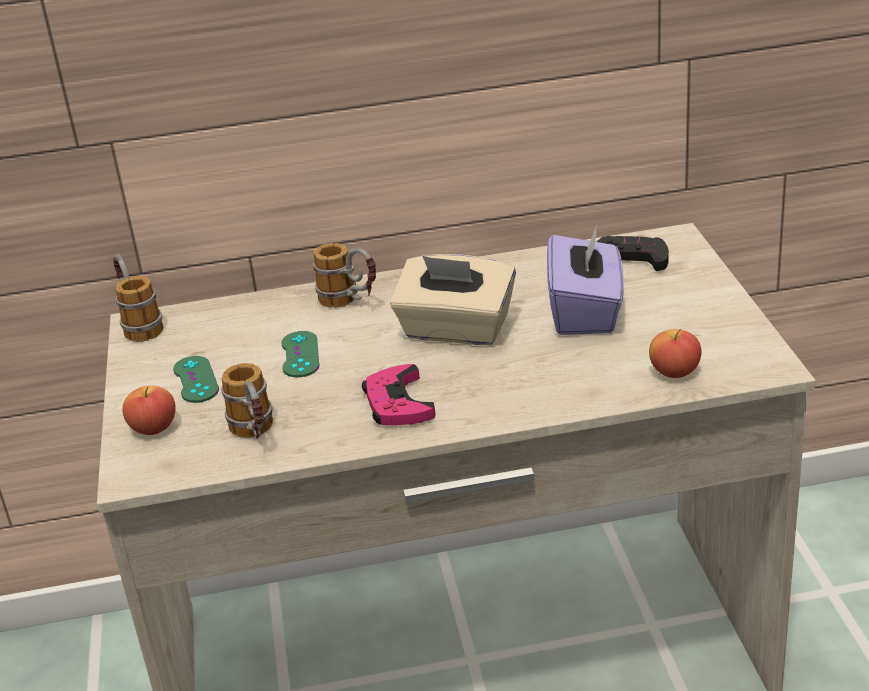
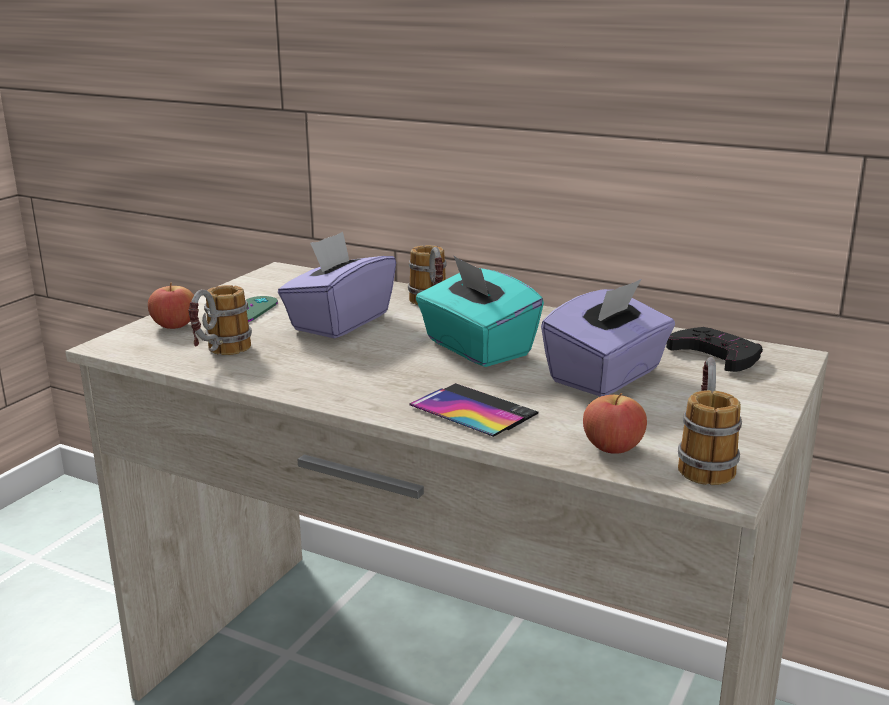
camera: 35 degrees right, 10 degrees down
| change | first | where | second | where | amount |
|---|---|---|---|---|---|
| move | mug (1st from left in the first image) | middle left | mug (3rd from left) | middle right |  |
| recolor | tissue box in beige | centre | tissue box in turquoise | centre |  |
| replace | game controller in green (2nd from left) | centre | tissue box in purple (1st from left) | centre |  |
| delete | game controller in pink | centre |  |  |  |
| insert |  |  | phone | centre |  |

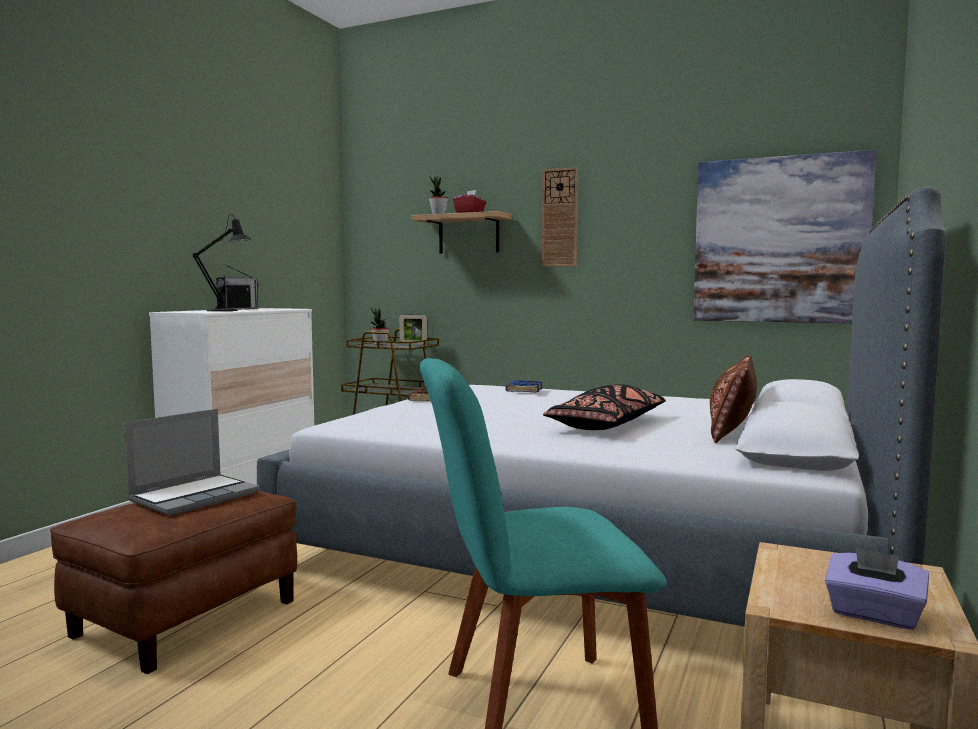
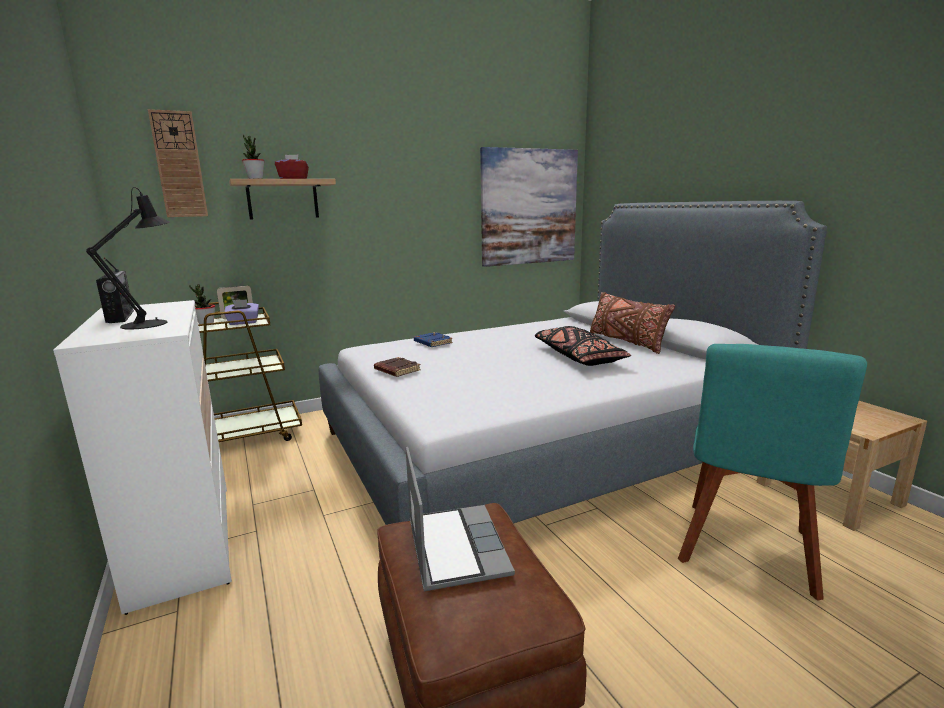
camera: 50 degrees left, 10 degrees up
| change | first | where | second | where | amount |
|---|---|---|---|---|---|
| move | wall clock | top centre |  | top left |  |
| move | tissue box in purple | bottom right |  | middle left |  |

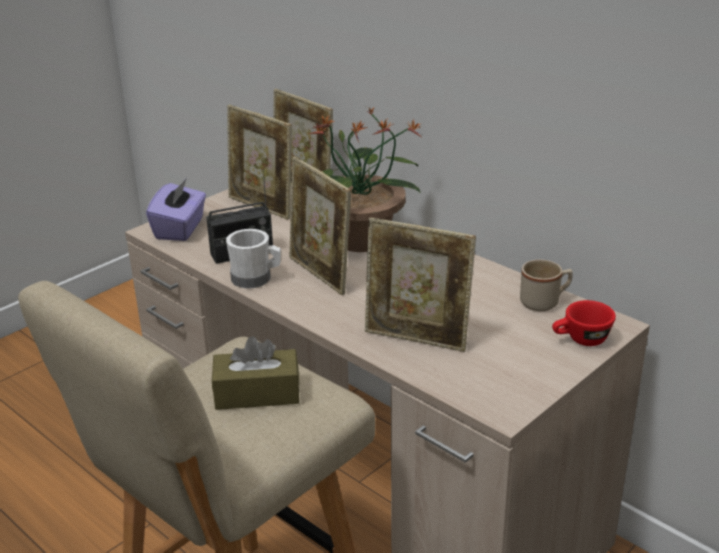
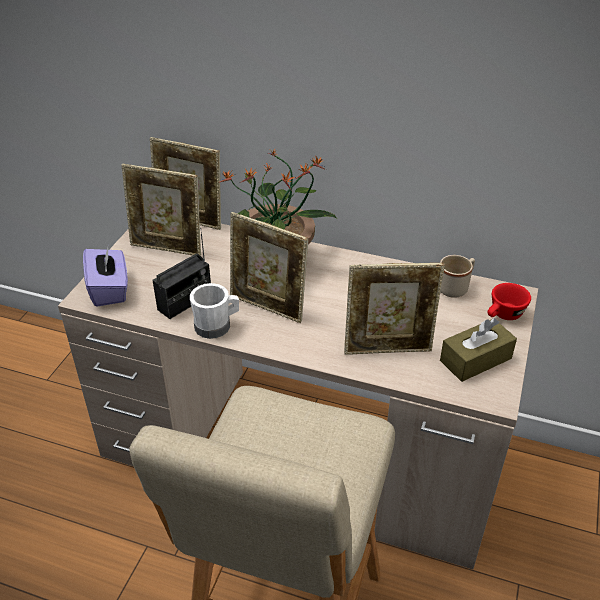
camera: 25 degrees left, 10 degrees up
| change | first | where | second | where | amount |
|---|---|---|---|---|---|
| move | tissue box in brown | bottom centre |  | middle right |  |

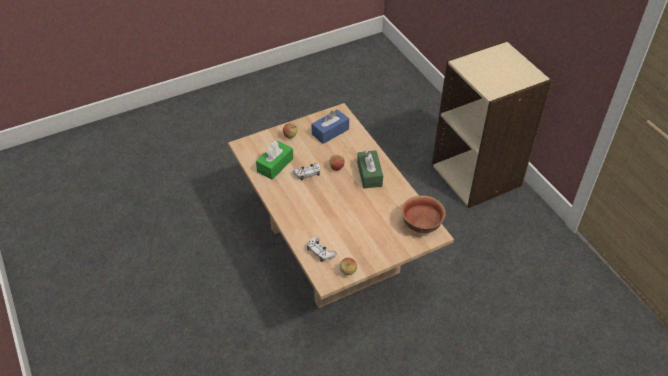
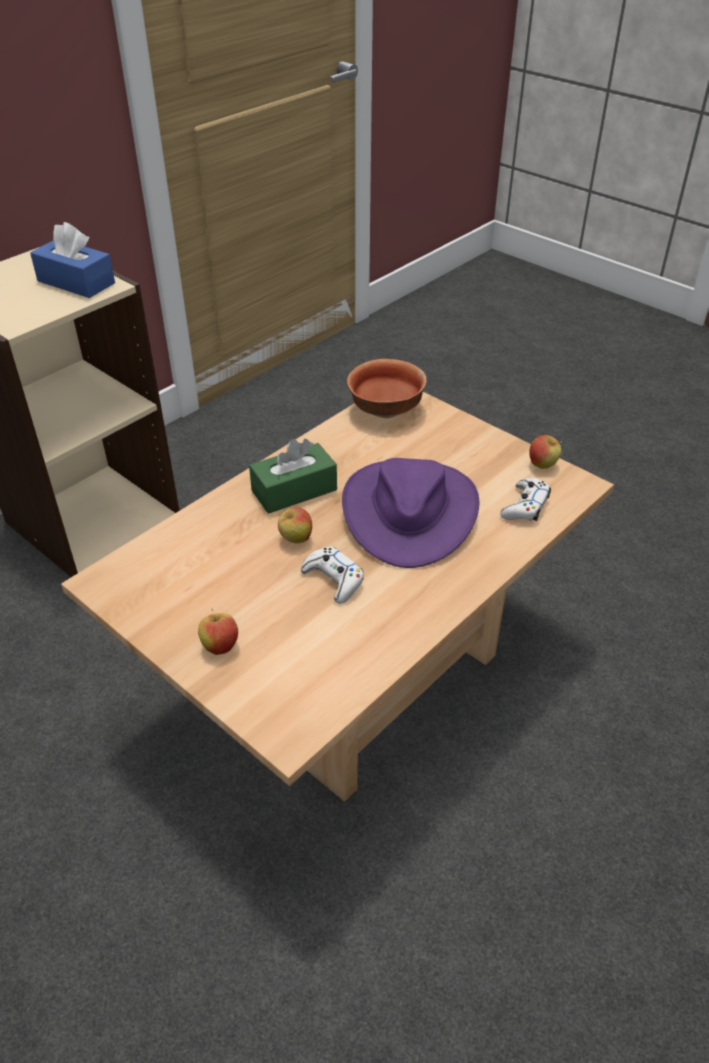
camera: 110 degrees left, 5 degrees down
| change | first | where | second | where | amount |
|---|---|---|---|---|---|
| move | tissue box in blue | centre |  | top left |  |
| delete | tissue box in green (1st from left) | centre |  |  |  |
| insert |  |  | hat in purple | centre |  |

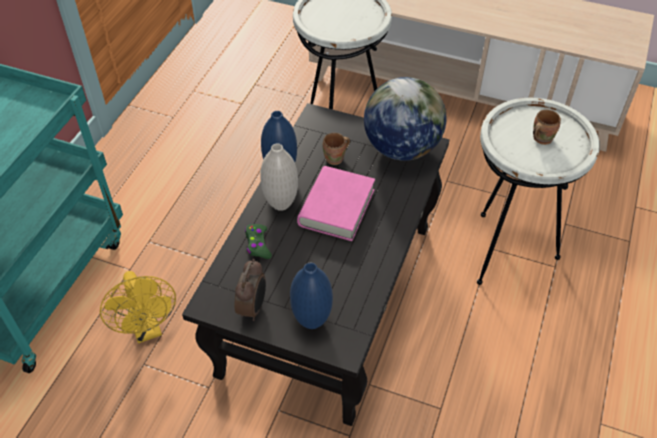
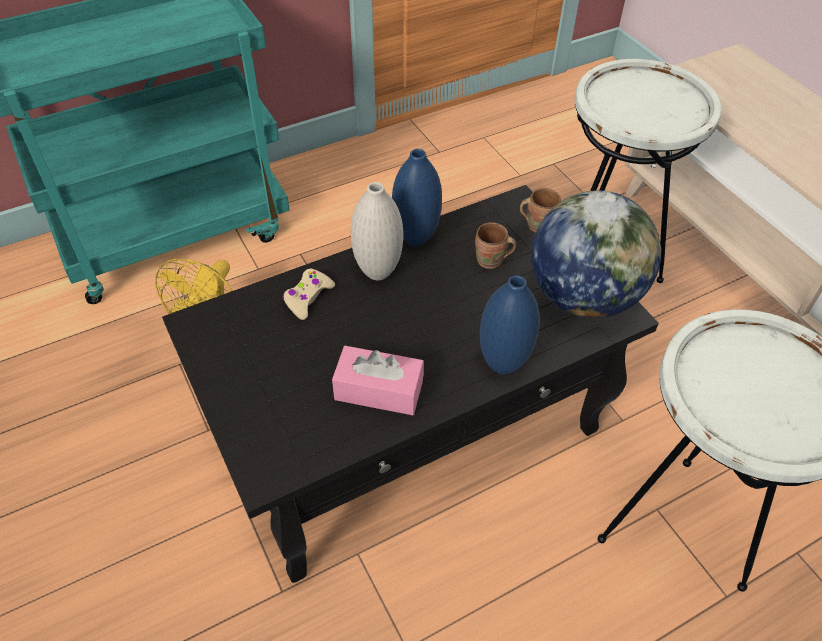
camera: 40 degrees right, 0 degrees up
| change | first | where | second | where | amount |
|---|---|---|---|---|---|
| move | mug in brown (2nd from left) | top right |  | top centre |  |
| delete | book in pink | centre |  |  |  |
| recolor | game controller in green | centre | game controller in beige | centre |  |
| delete | alarm clock | centre |  |  |  |
| move | vase in blue (2nd from left) | bottom centre |  | centre |  |
| insert |  |  | tissue box in pink | centre |  |

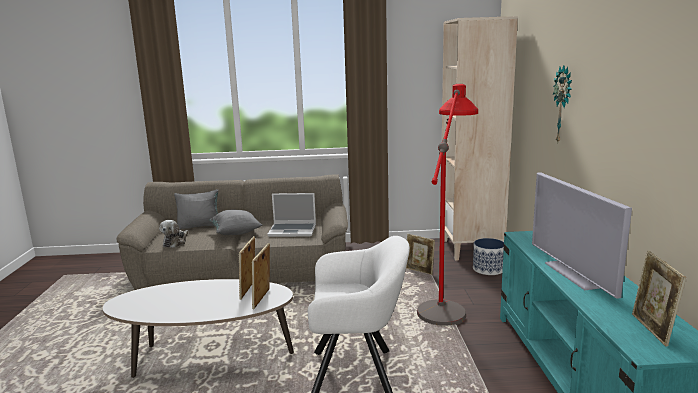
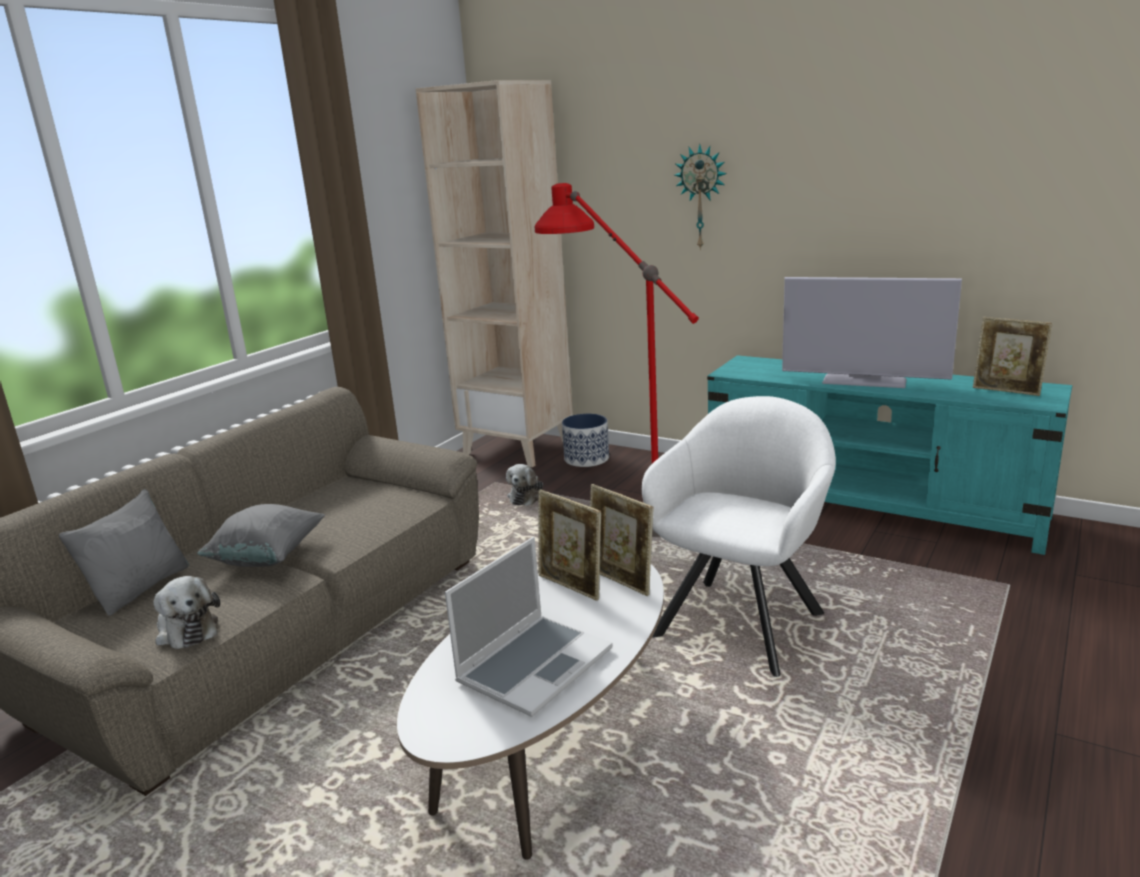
camera: 55 degrees left, 5 degrees up
| change | first | where | second | where | amount |
|---|---|---|---|---|---|
| move | laptop | centre |  | bottom centre |  |
| replace | picture frame (3rd from left) | centre | plush toy (2nd from left) | centre |  |

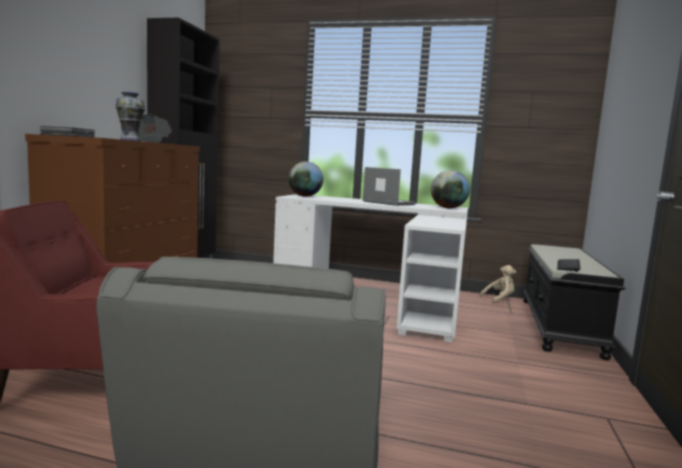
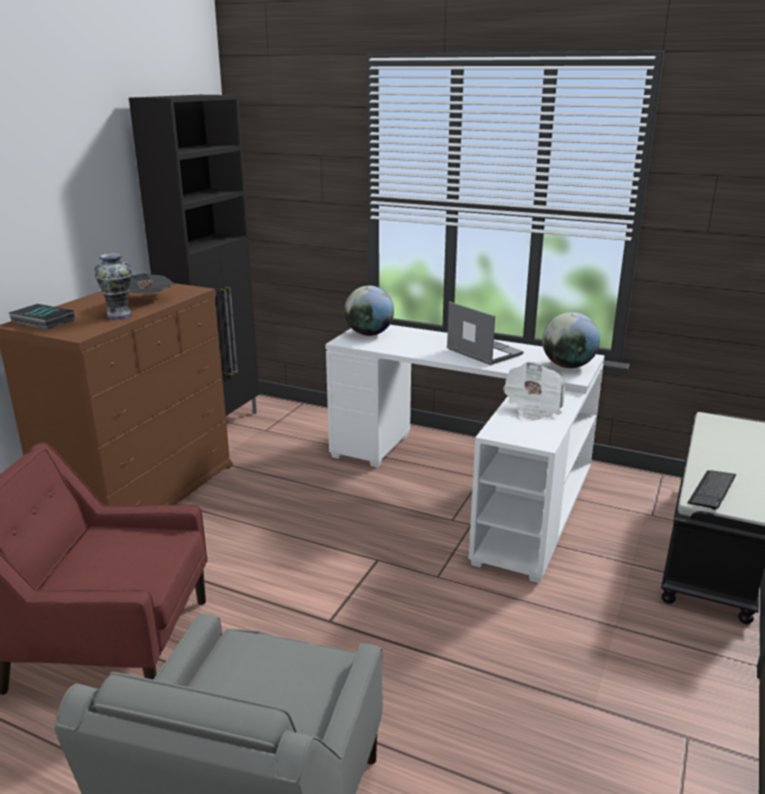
camera: 10 degrees right, 15 degrees up
| change | first | where | second | where | amount |
|---|---|---|---|---|---|
| delete | plush toy in beige | middle right |  |  |  |
| insert |  |  | newspaper (2nd from left) | middle right |  |

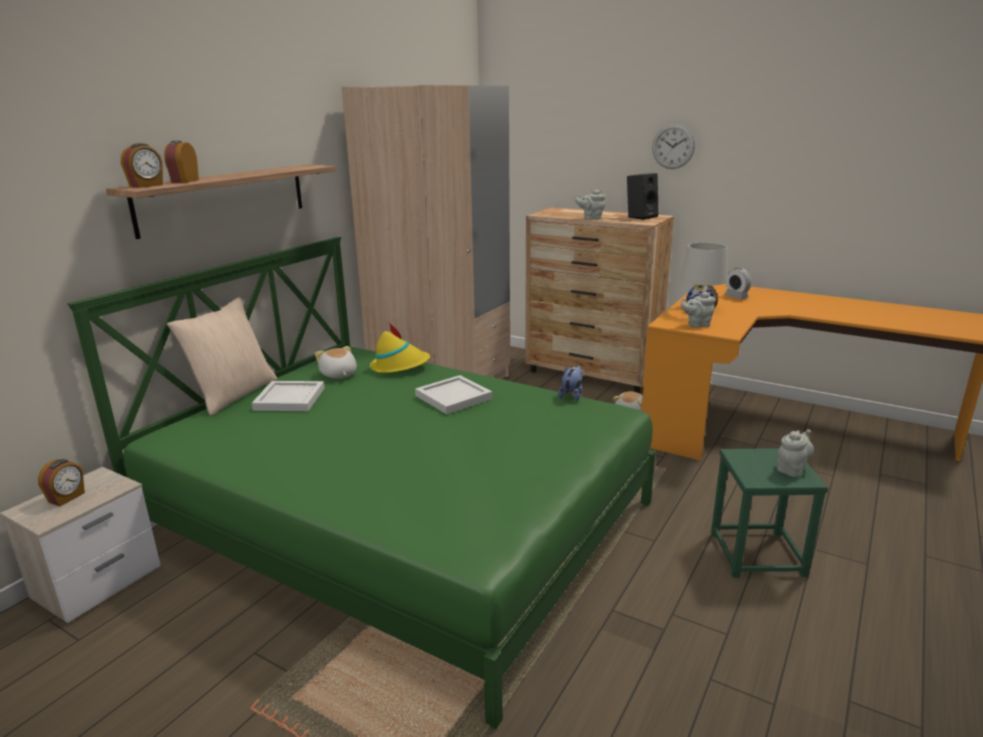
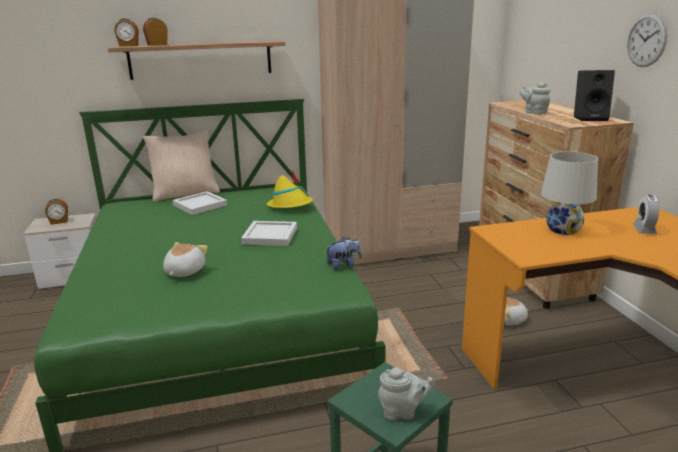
camera: 45 degrees right, 0 degrees up
| change | first | where | second | where | amount |
|---|---|---|---|---|---|
| delete | teapot in grey (2nd from left) | middle right |  |  |  |
| move | plush toy (1st from left) | centre |  | middle left |  |

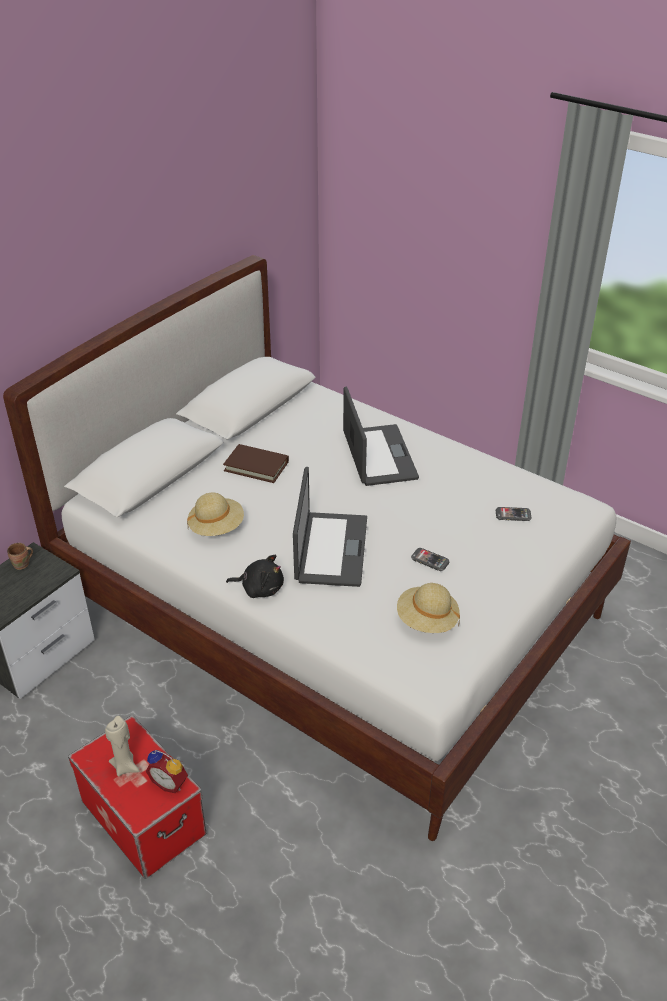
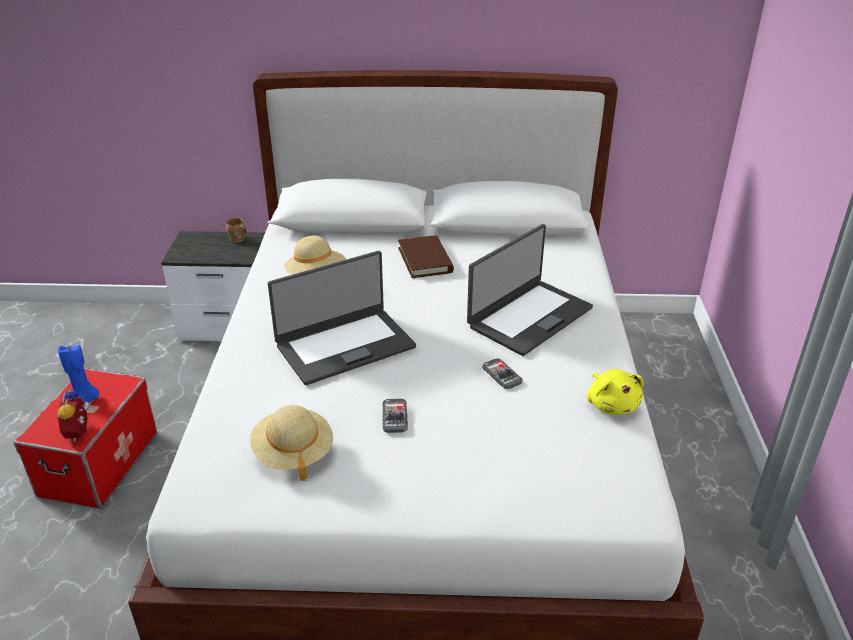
camera: 55 degrees right, 5 degrees down
| change | first | where | second | where | amount |
|---|---|---|---|---|---|
| move | phone (2nd from left) | middle right |  | centre |  |
| delete | plush toy in black | centre |  |  |  |
| recolor | candle in beige | bottom left | candle in blue | middle left |  |
| insert |  |  | plush toy in yellow | middle right |  |

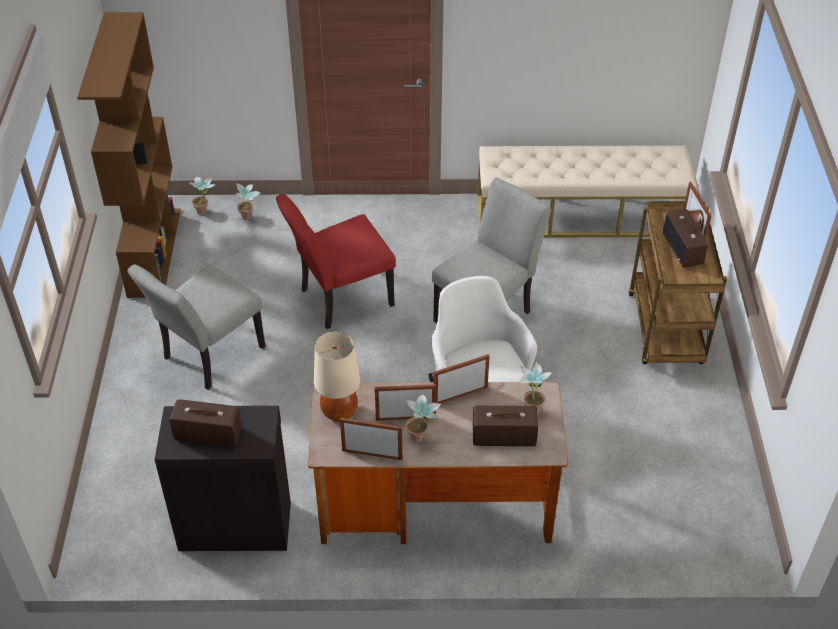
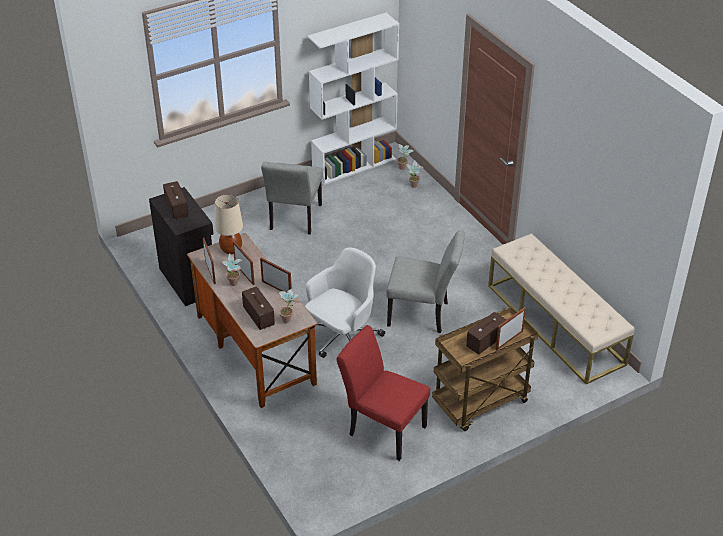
camera: 60 degrees right, 5 degrees down
| change | first | where | second | where | amount |
|---|---|---|---|---|---|
| recolor | bookcase in brown | top left | bookcase in white | top centre |  |
| move | chair in red | centre |  | bottom centre |  |
| rotate | chair in grey (1st from left) | middle left |  | centre | 90 degrees counterclockwise |

